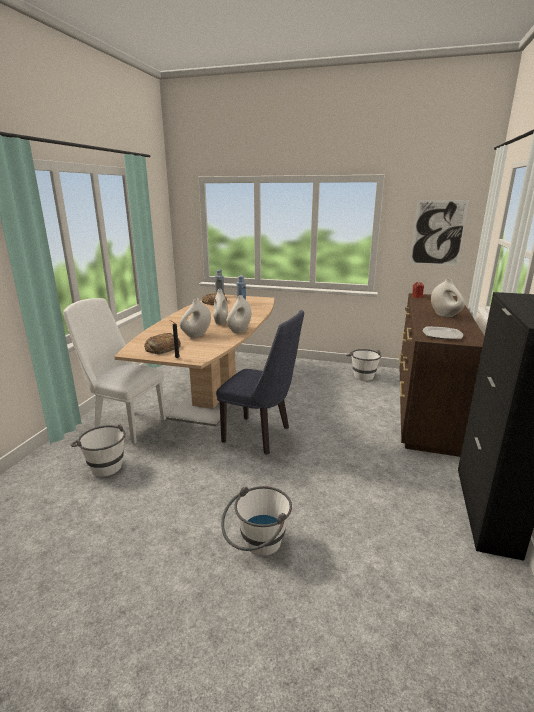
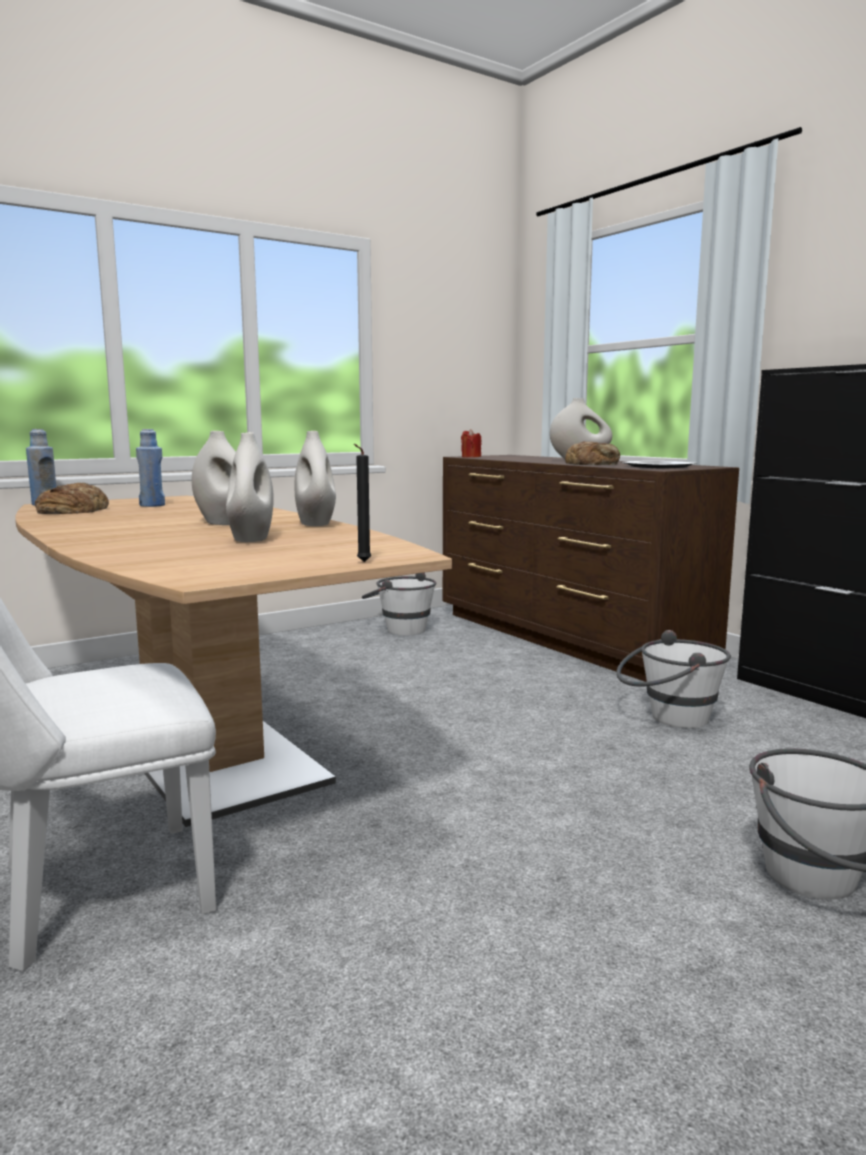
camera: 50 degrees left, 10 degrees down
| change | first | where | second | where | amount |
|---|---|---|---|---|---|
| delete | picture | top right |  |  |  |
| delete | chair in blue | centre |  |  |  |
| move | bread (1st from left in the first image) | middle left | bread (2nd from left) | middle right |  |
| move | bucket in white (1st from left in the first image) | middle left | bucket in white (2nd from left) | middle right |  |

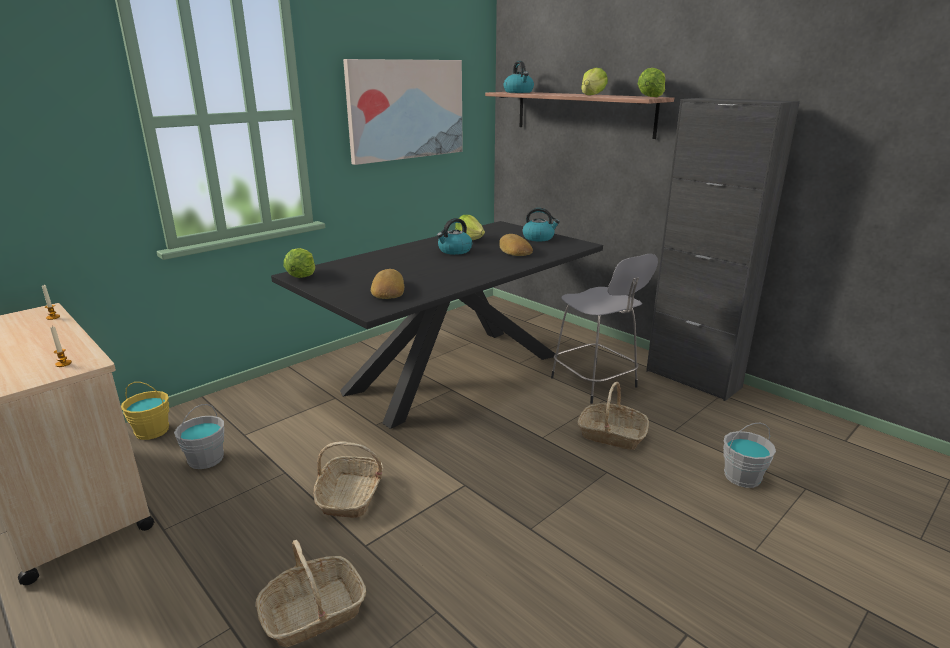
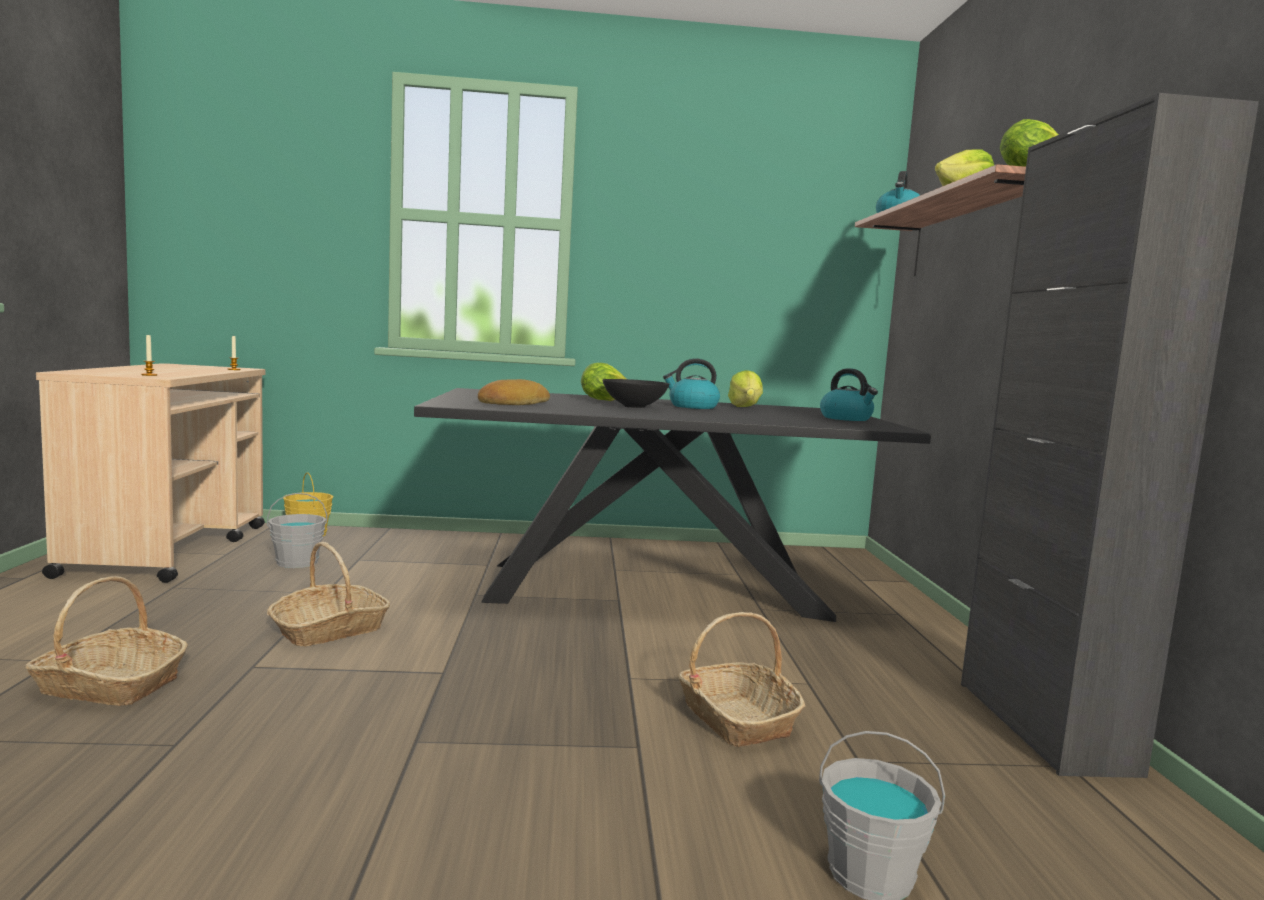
camera: 40 degrees right, 15 degrees down
| change | first | where | second | where | amount |
|---|---|---|---|---|---|
| delete | picture | top centre |  |  |  |
| delete | bread (2nd from left) | centre |  |  |  |
| move | lettuce (1st from left) | middle left |  | centre |  |
| delete | stool in grey | centre |  |  |  |
| insert |  |  | bowl in black | centre |  |

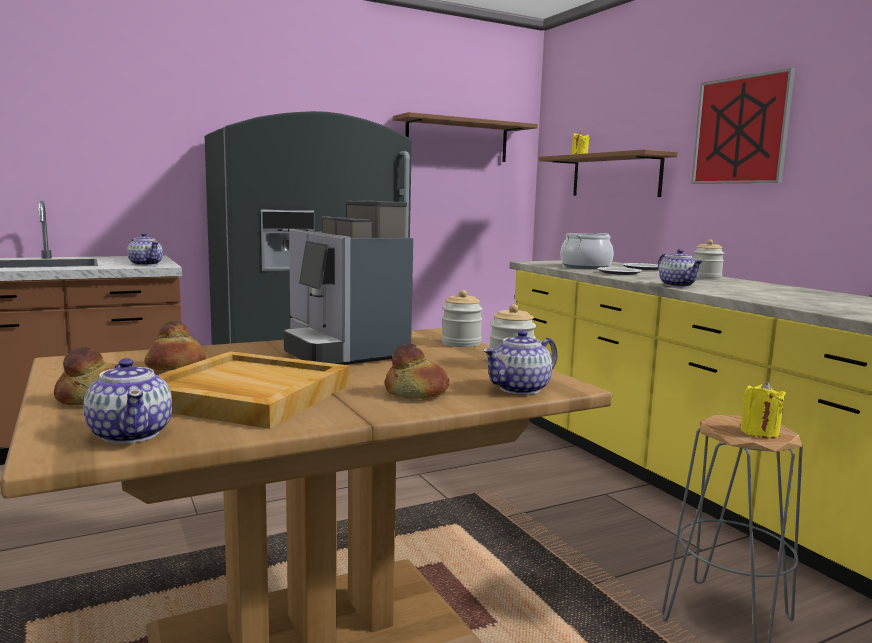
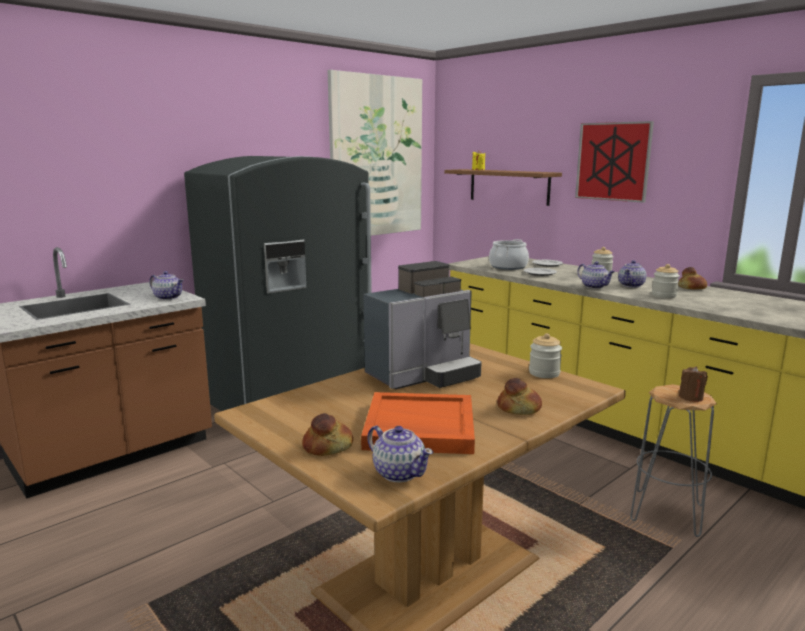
camera: 15 degrees left, 5 degrees up
| change | first | where | second | where | amount |
|---|---|---|---|---|---|
| replace | shelf in brown (1st from left) | top centre | picture (1st from left) | top centre |  |
| rotate | coffee machine | centre |  | centre | 75 degrees counterclockwise |
| move | jar (1st from left in the first image) | centre | jar (3rd from left) | middle right |  |
| move | bread (2nd from left in the first image) | middle left | bread (3rd from left) | middle right |  |
| move | teapot (3rd from left in the first image) | centre | teapot (4th from left) | middle right |  |
| recolor | tray in beige | middle left | tray in orange | bottom centre |  |
| recolor | candle in yellow (2nd from left) | middle right | candle in brown | middle right |  |

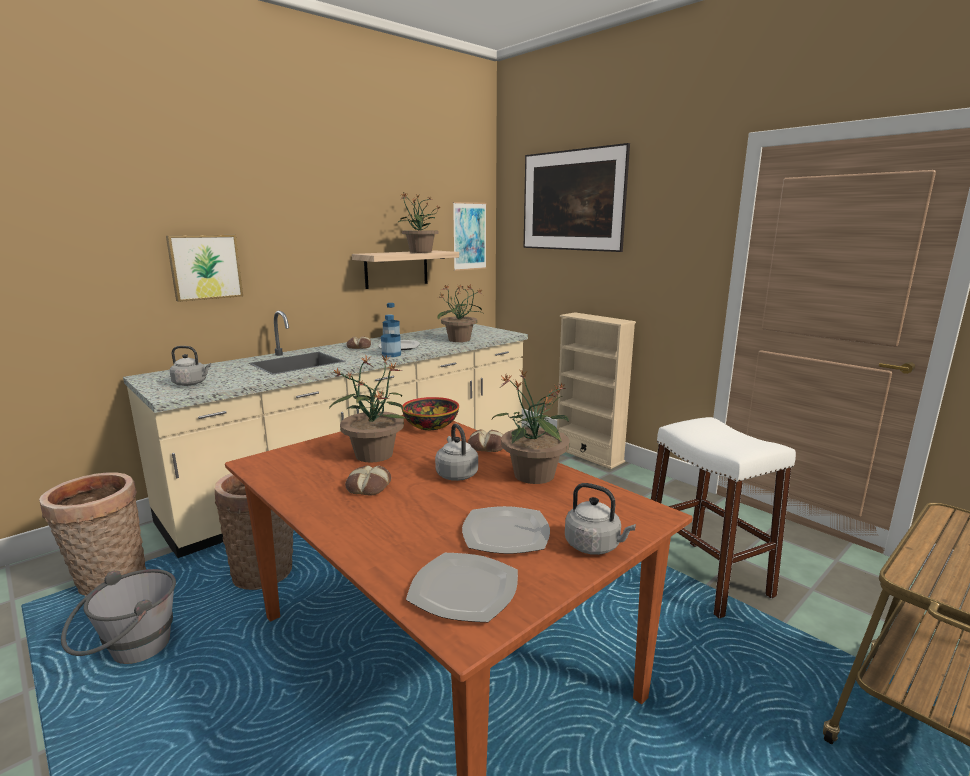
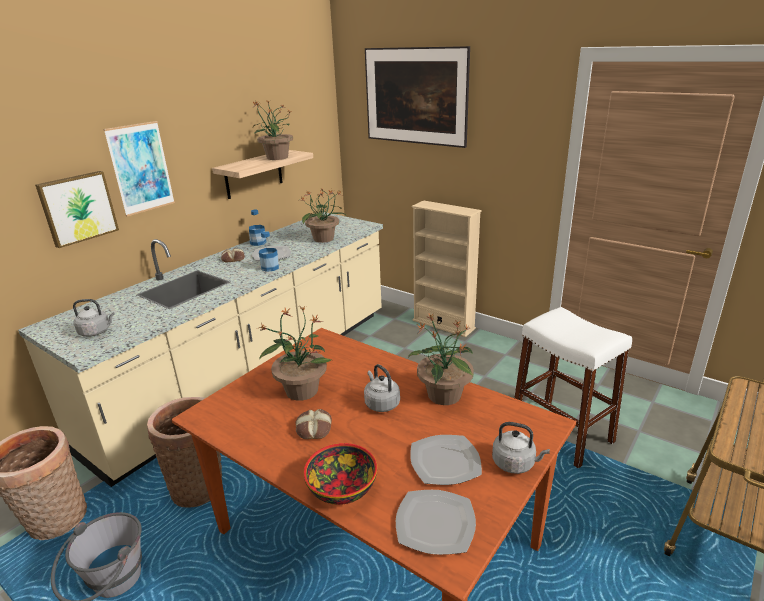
camera: 10 degrees left, 10 degrees up
| change | first | where | second | where | amount |
|---|---|---|---|---|---|
| move | picture (2nd from left) | top centre |  | top left |  |
| move | bowl | centre |  | bottom centre |  |
| delete | bread (3rd from left) | centre |  |  |  |

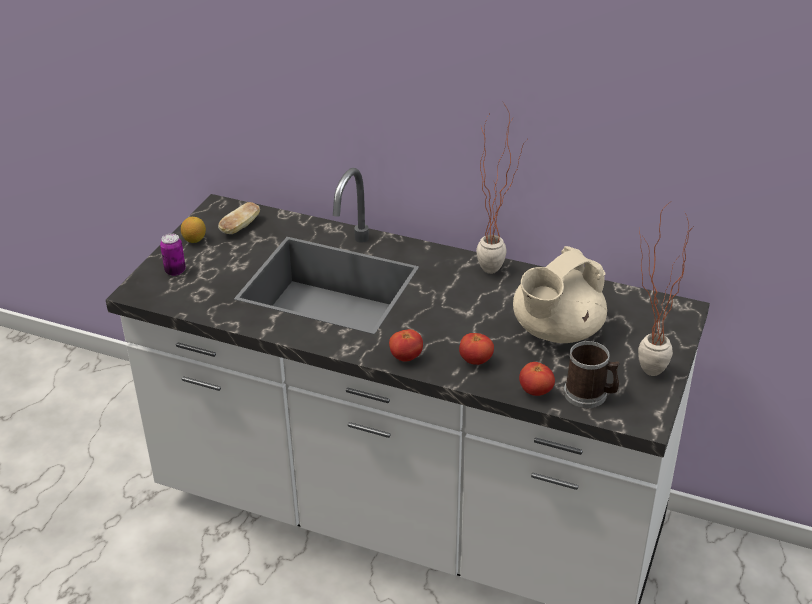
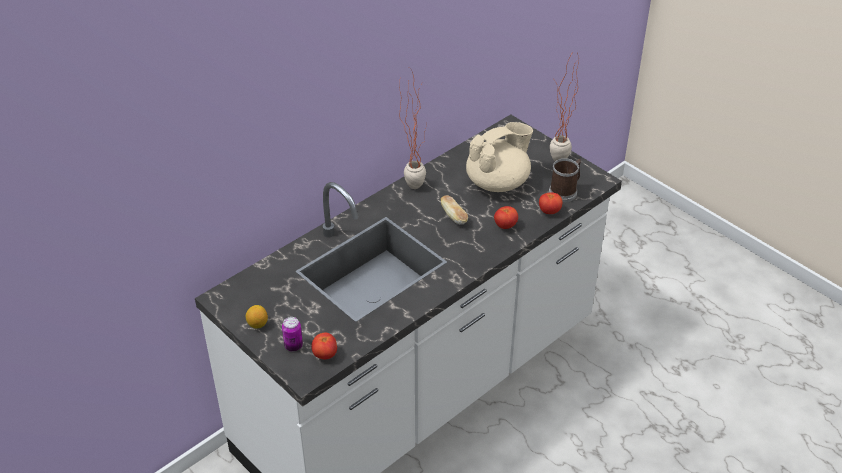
camera: 65 degrees left, 5 degrees up
| change | first | where | second | where | amount |
|---|---|---|---|---|---|
| move | bread | middle left |  | centre |  |
| rotate | teapot in beige | middle right |  | top centre | 105 degrees counterclockwise |
| move | tomato (1st from left) | centre |  | bottom centre |  |

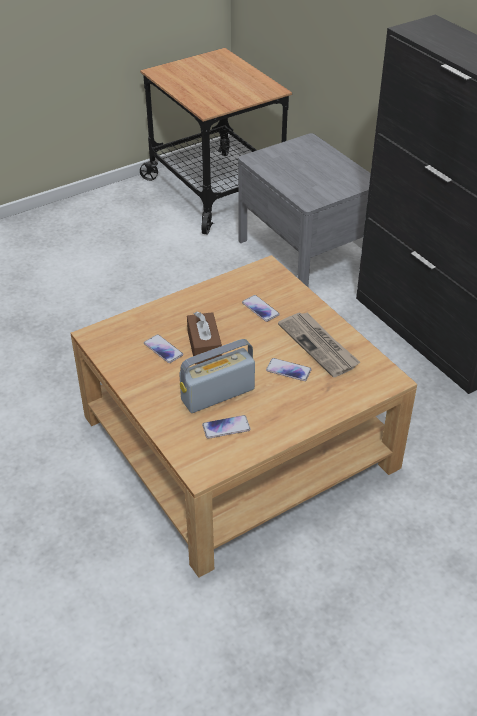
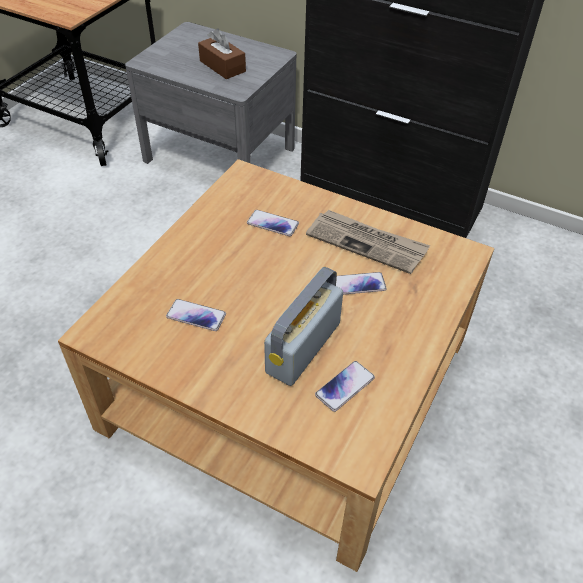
camera: 30 degrees left, 5 degrees up
| change | first | where | second | where | amount |
|---|---|---|---|---|---|
| move | tissue box in brown | centre |  | top centre |  |

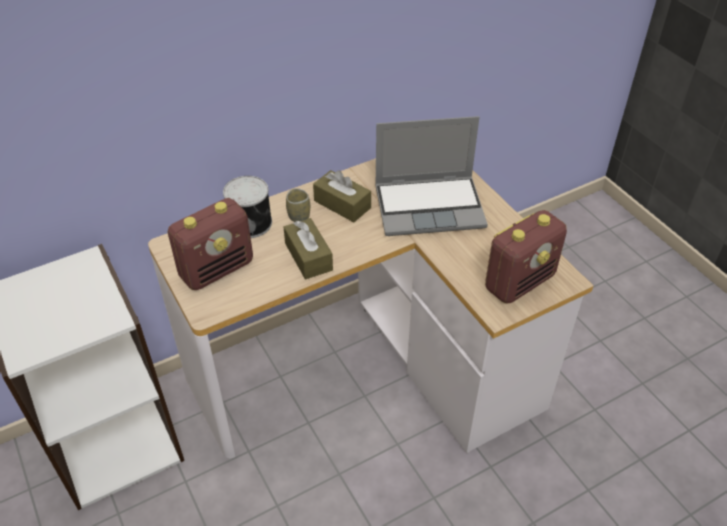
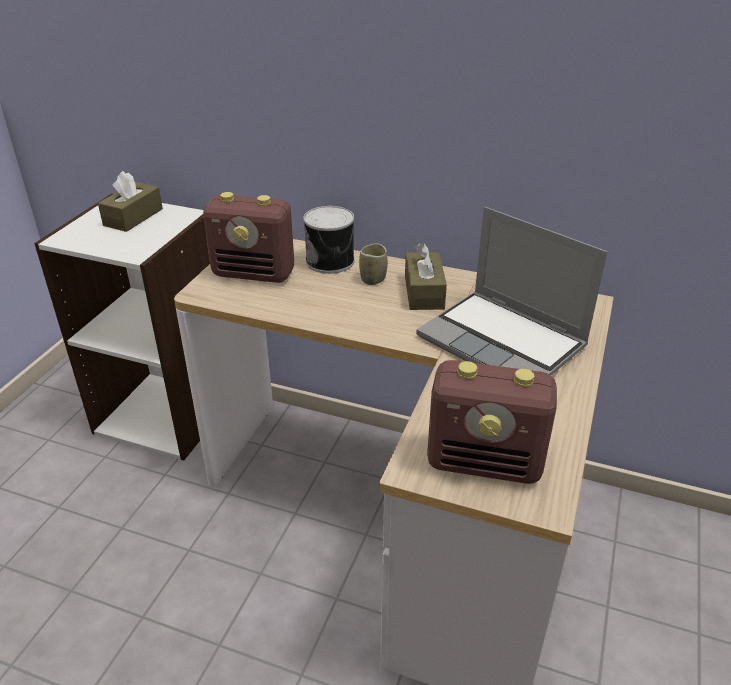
camera: 50 degrees right, 10 degrees down
| change | first | where | second | where | amount |
|---|---|---|---|---|---|
| move | tissue box in brown (1st from left) | centre |  | top left |  |

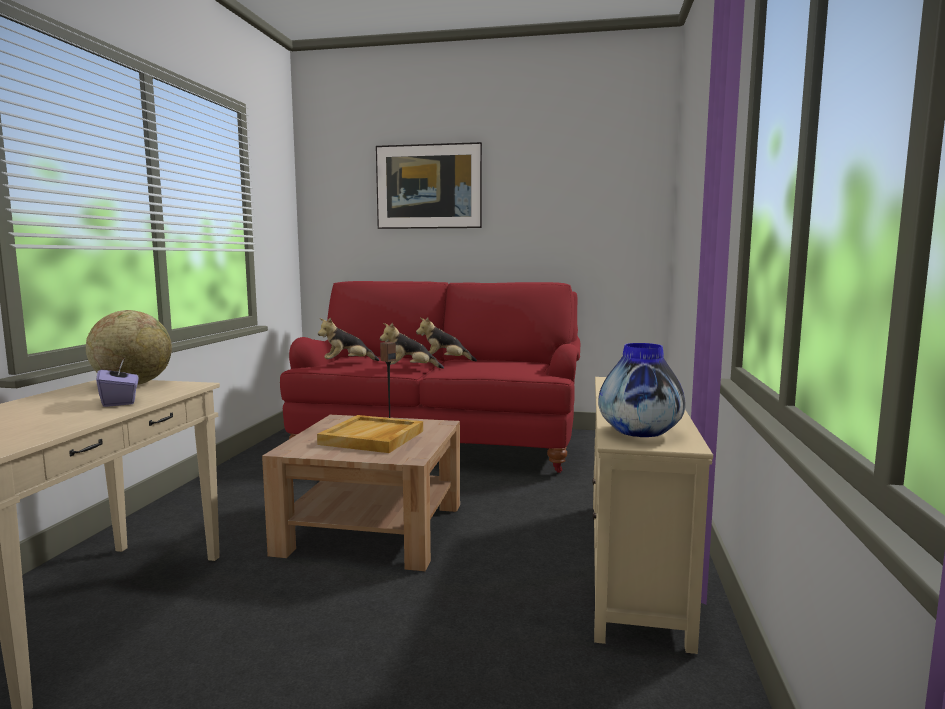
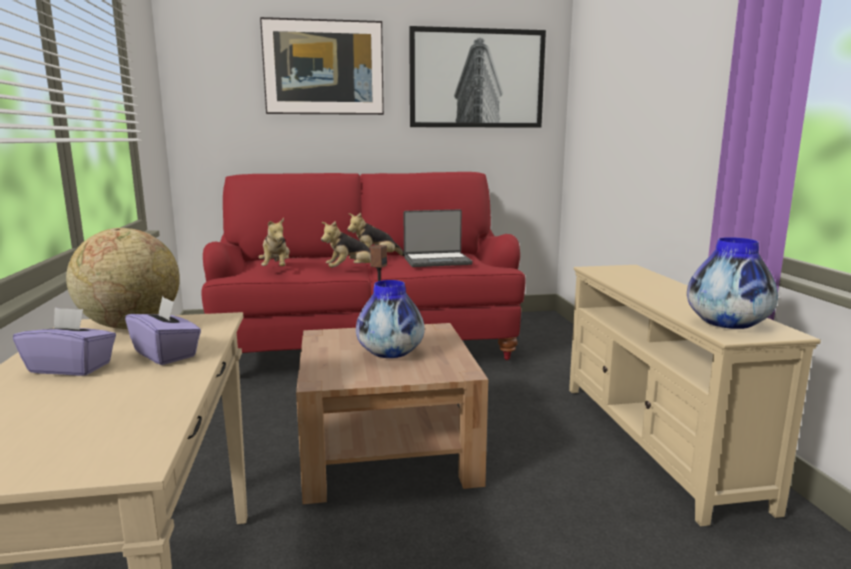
camera: 20 degrees left, 5 degrees up
| change | first | where | second | where | amount |
|---|---|---|---|---|---|
| rotate | plush toy (1st from left) | centre |  | middle left | 60 degrees counterclockwise |
| replace | tray in beige | centre | vase (1st from left) | centre |  |
| insert |  |  | picture (2nd from left) | top centre |  |
| insert |  |  | laptop | centre |  |
| insert |  |  | tissue box in purple (1st from left) | middle left |  |

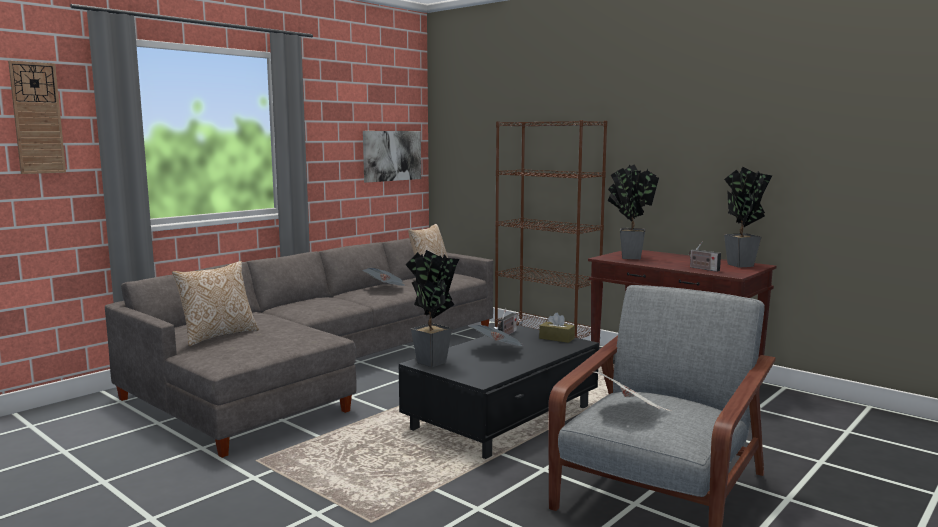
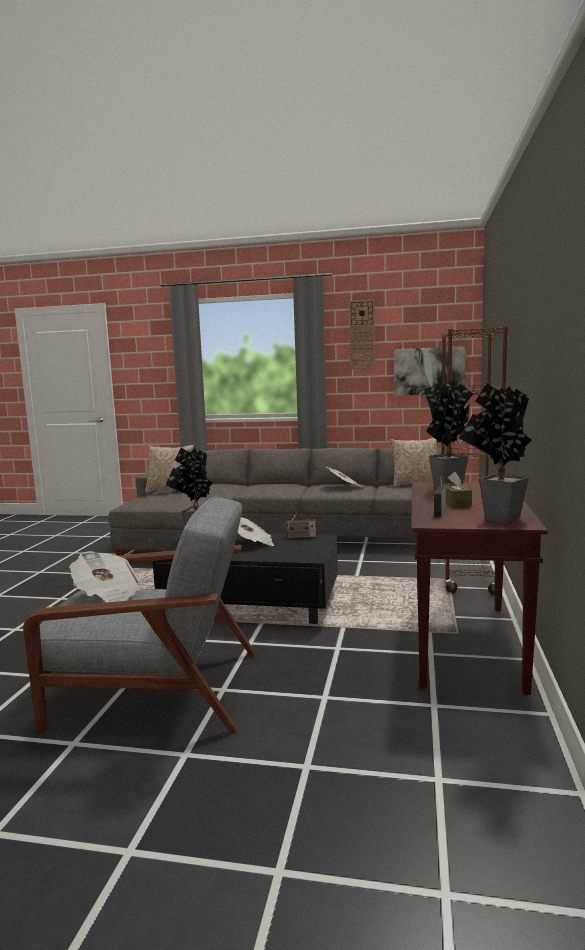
camera: 60 degrees right, 0 degrees up
| change | first | where | second | where | amount |
|---|---|---|---|---|---|
| move | wall clock | top left |  | centre |  |
| move | tissue box in brown | centre |  | middle right |  |

